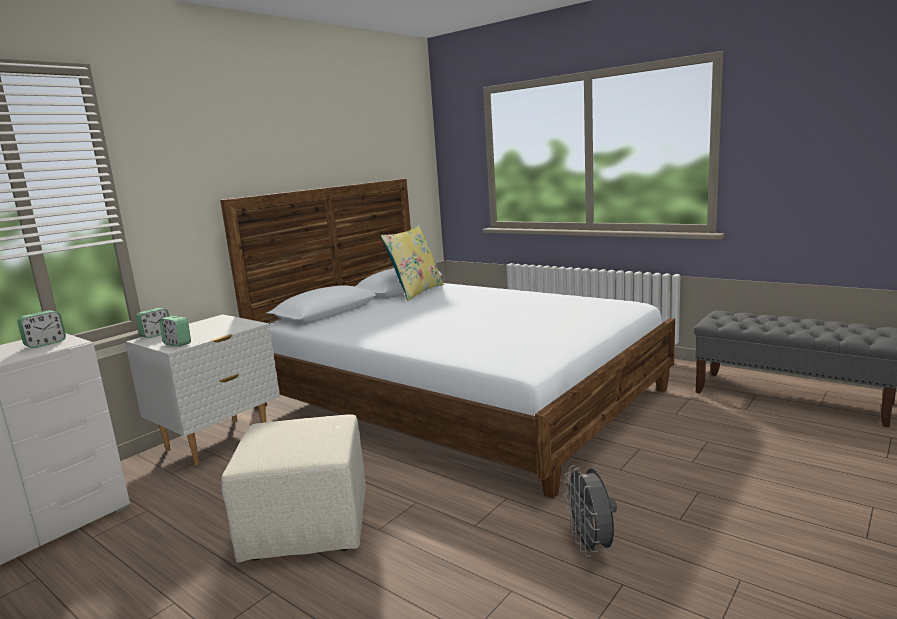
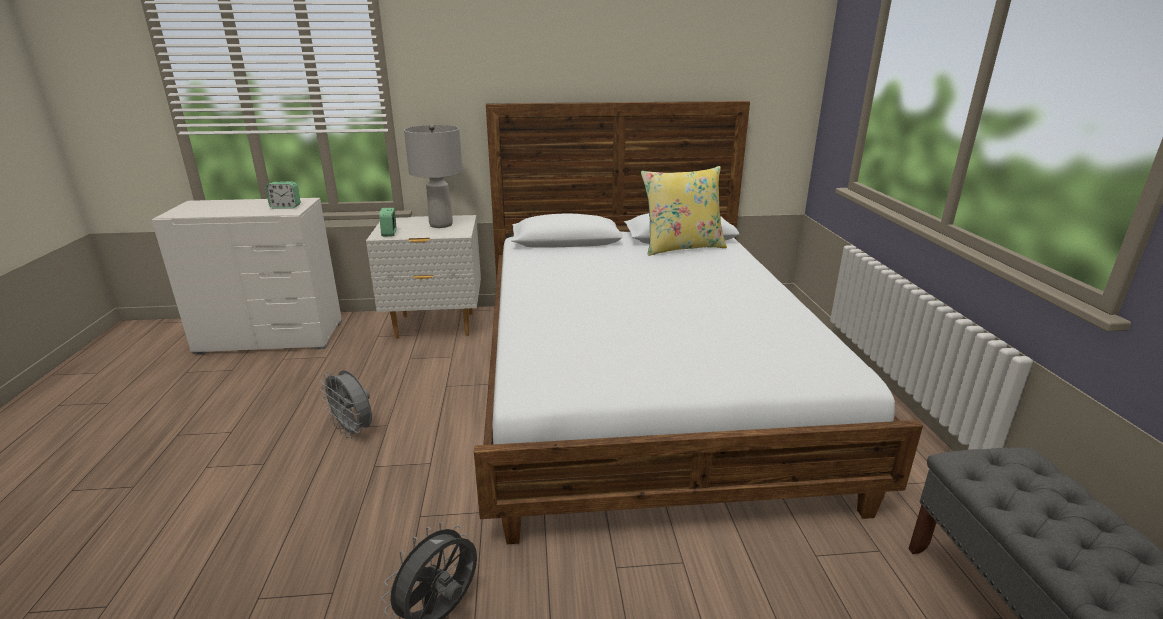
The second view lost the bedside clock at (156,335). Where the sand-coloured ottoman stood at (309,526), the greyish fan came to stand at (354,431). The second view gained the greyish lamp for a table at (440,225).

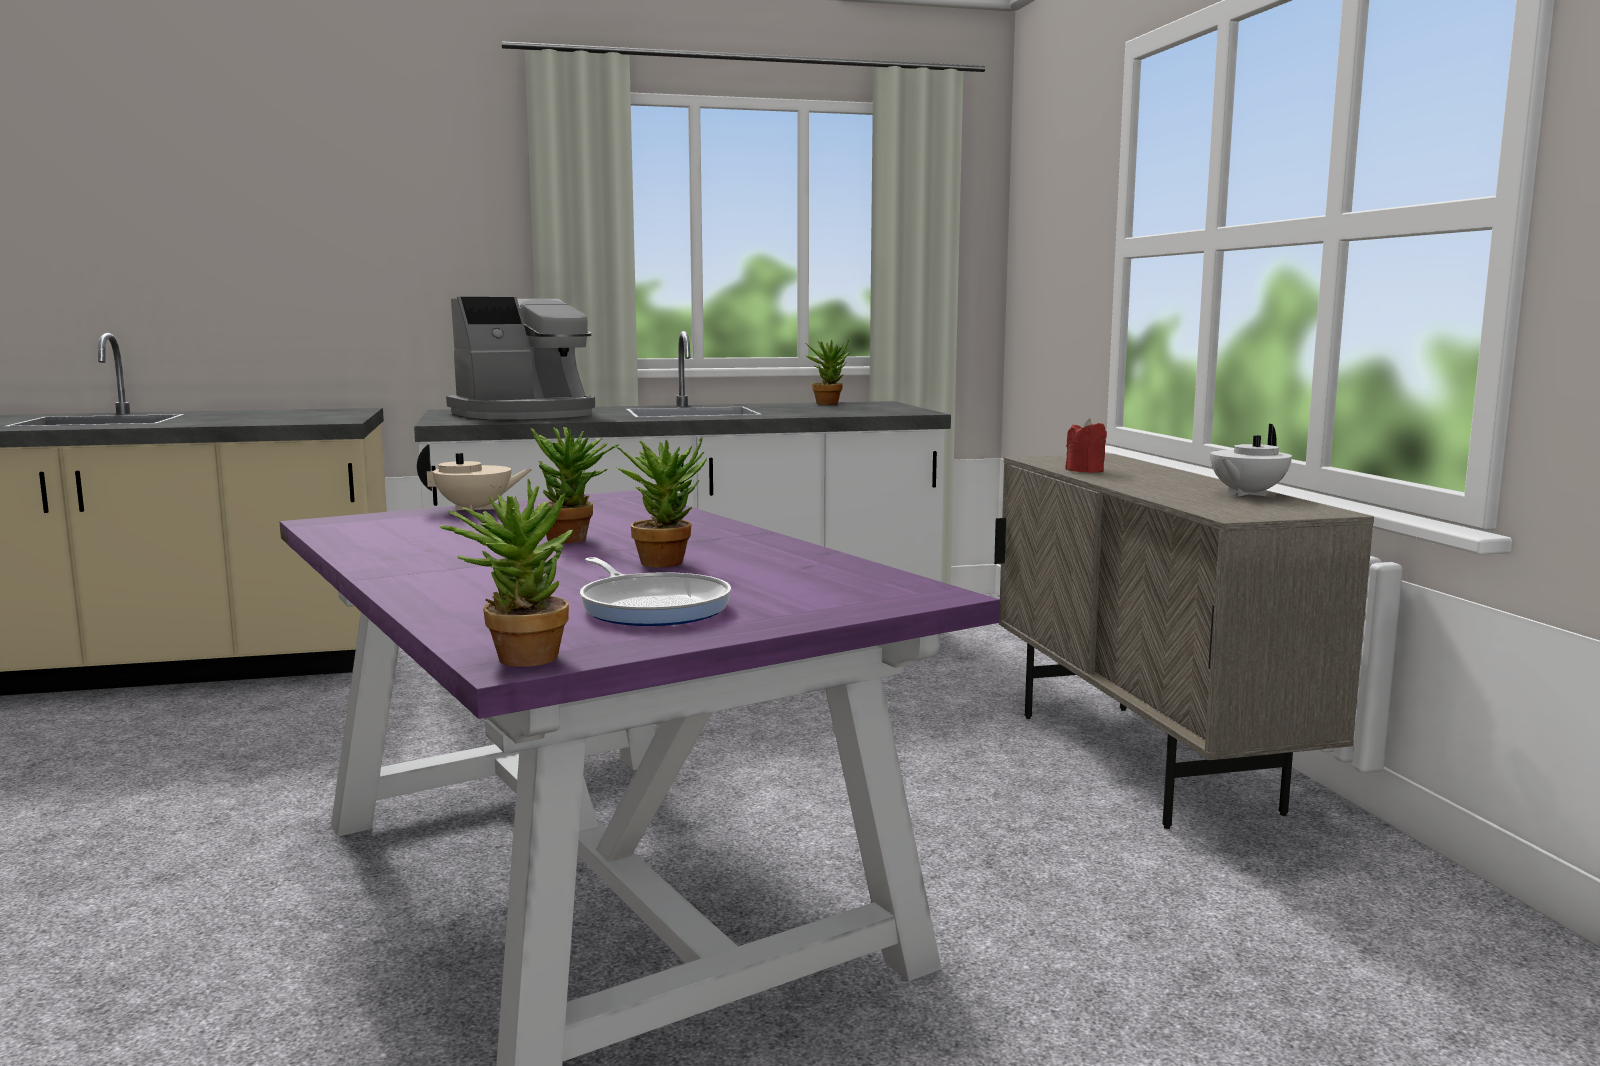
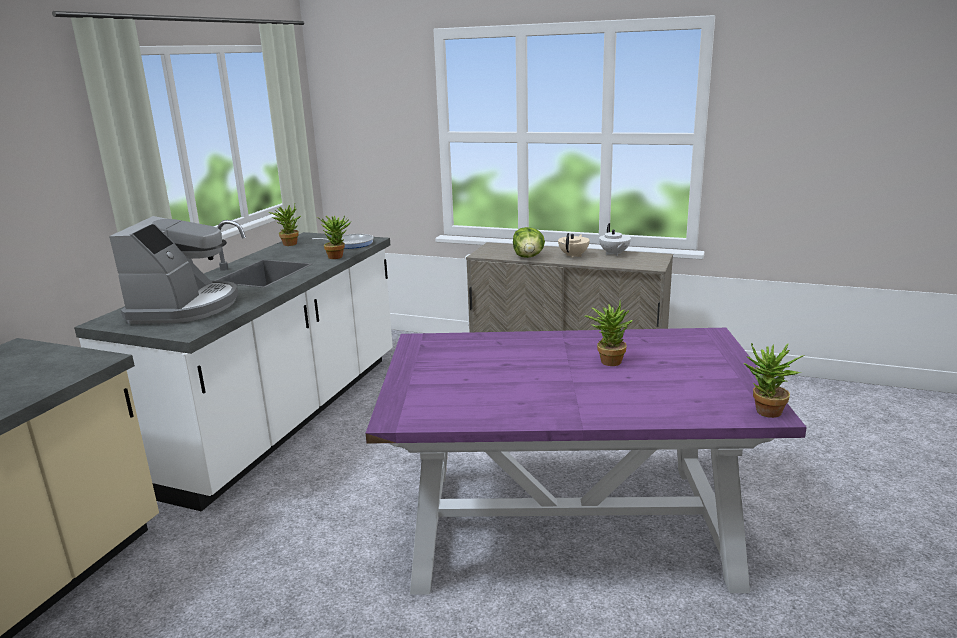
The sand-coloured tea pot ended up elsewhere, having gone from (475,509) to (574,256). The houseplant ended up elsewhere, having gone from (575,540) to (338,256). The skillet ended up elsewhere, having gone from (652,607) to (350,244). Where the reddish wax candle stood at (1085,471), the head of lettuce came to stand at (528,257).

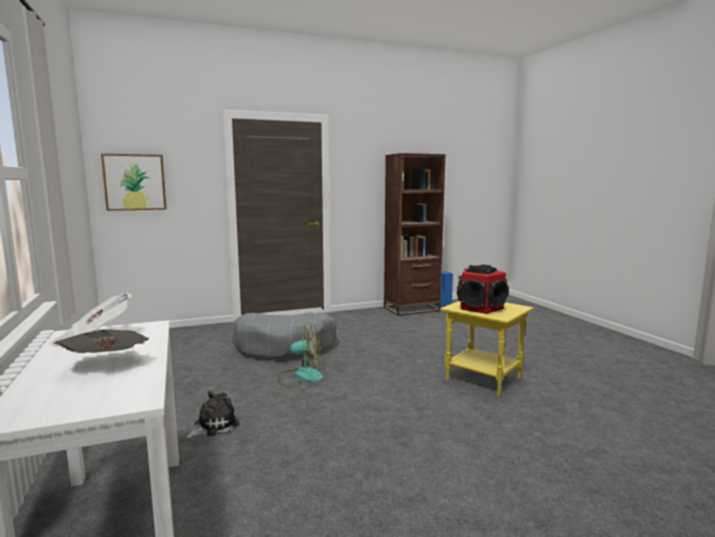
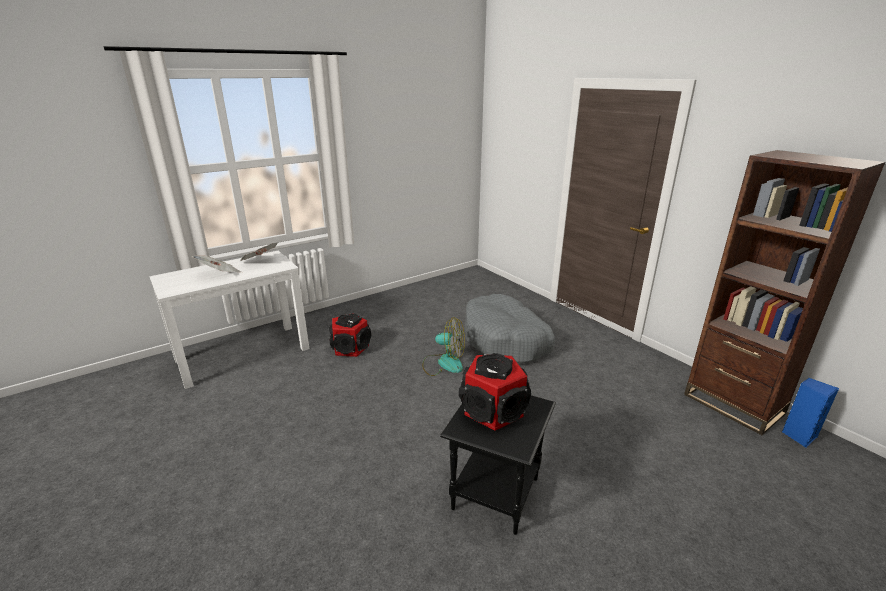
The second view lost the wall art at (135,182). Where the soft toy stood at (213,425), the audio speaker came to stand at (350,348). The fan at (301,376) ended up facing another way, 60 degrees counterclockwise from before. What was the yellow-coloured end table at (484,380) turned into the black-coloured end table at (495,494).

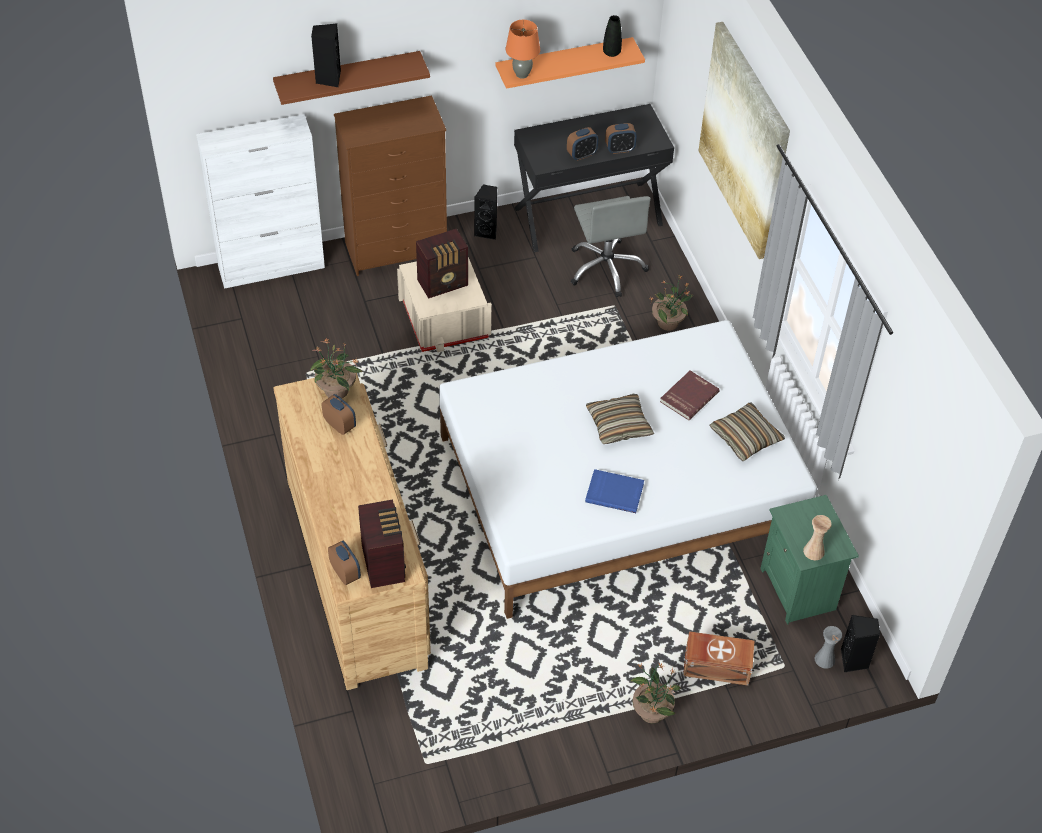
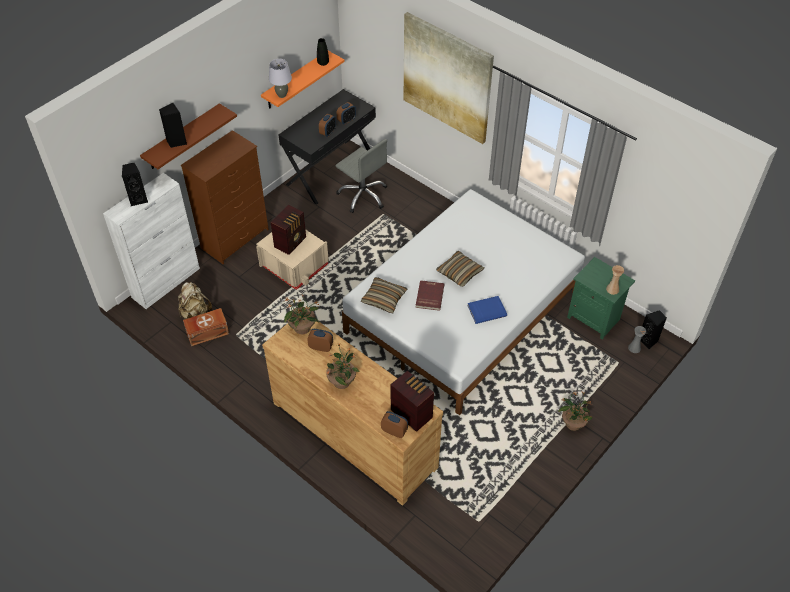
The black-coloured audio speaker ended up elsewhere, having gone from (487,231) to (138,199). What was the orangey lamp for a table at (522,74) turned into the greyish lamp for a table at (282,95). The houseplant ended up elsewhere, having gone from (668,322) to (342,381). The reddish volume ended up elsewhere, having gone from (688,396) to (429,296). The brownish storage box ended up elsewhere, having gone from (715,665) to (206,332). The throw pillow ended up elsewhere, having gone from (745,437) to (383,299). The second view gained the sand-coloured rucksack at (195,312).

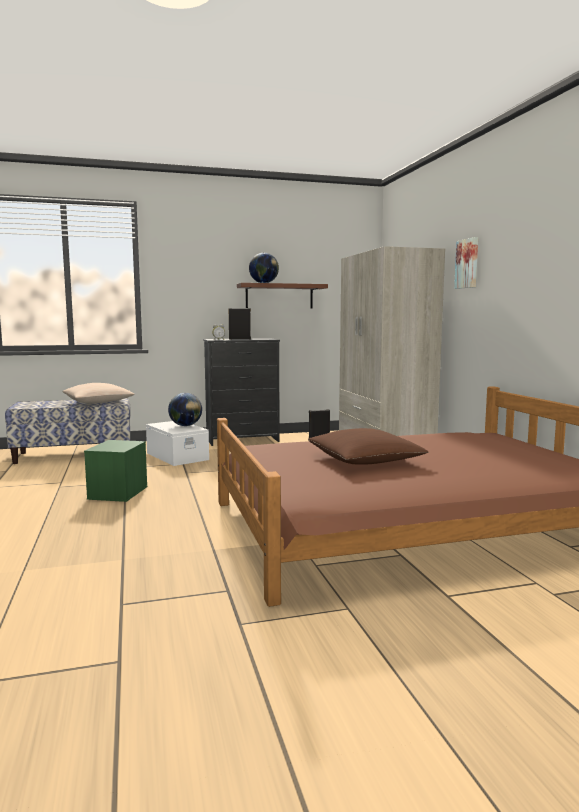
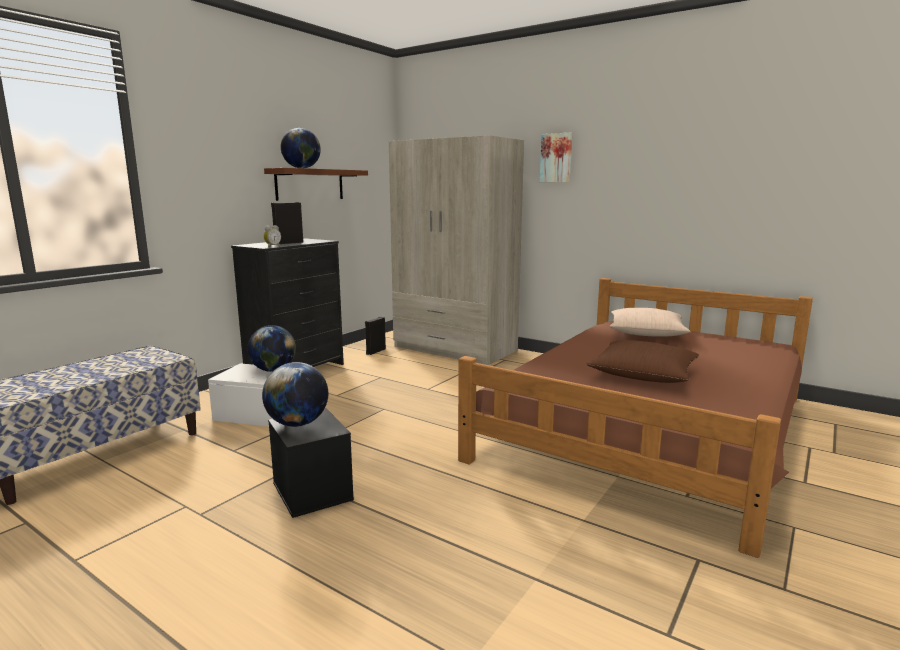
The sand-coloured throw pillow ended up elsewhere, having gone from (98,402) to (646,333). What was the green-coloured storage box at (118,493) turned into the black-coloured storage box at (313,491). The second view gained the globe at (297,424).

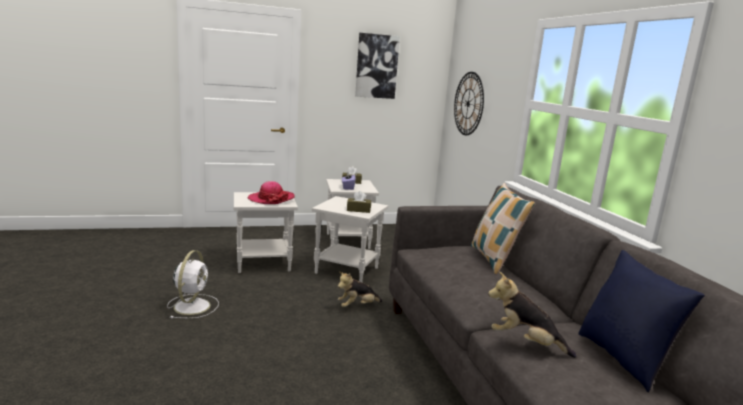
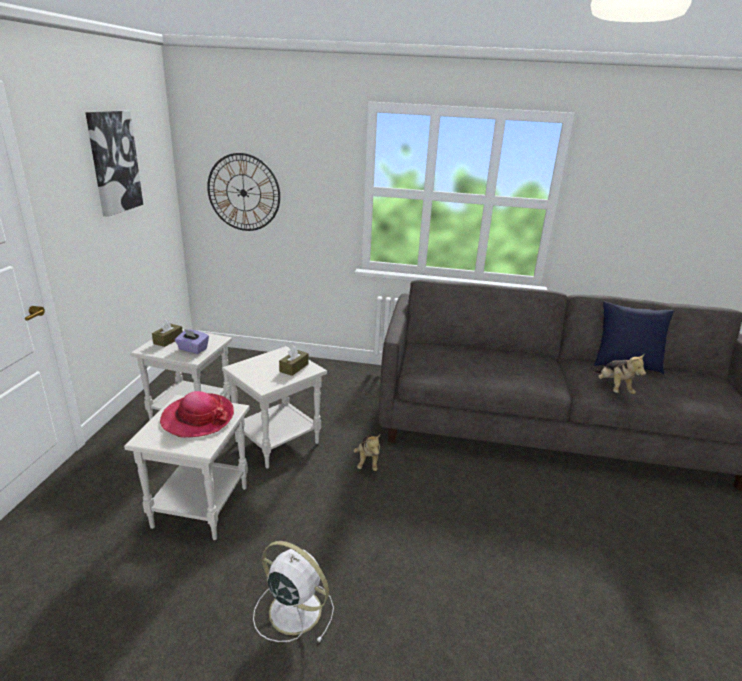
The second view lost the throw pillow at (494,260). The soft toy at (525,343) ended up facing another way, 60 degrees counterclockwise from before.

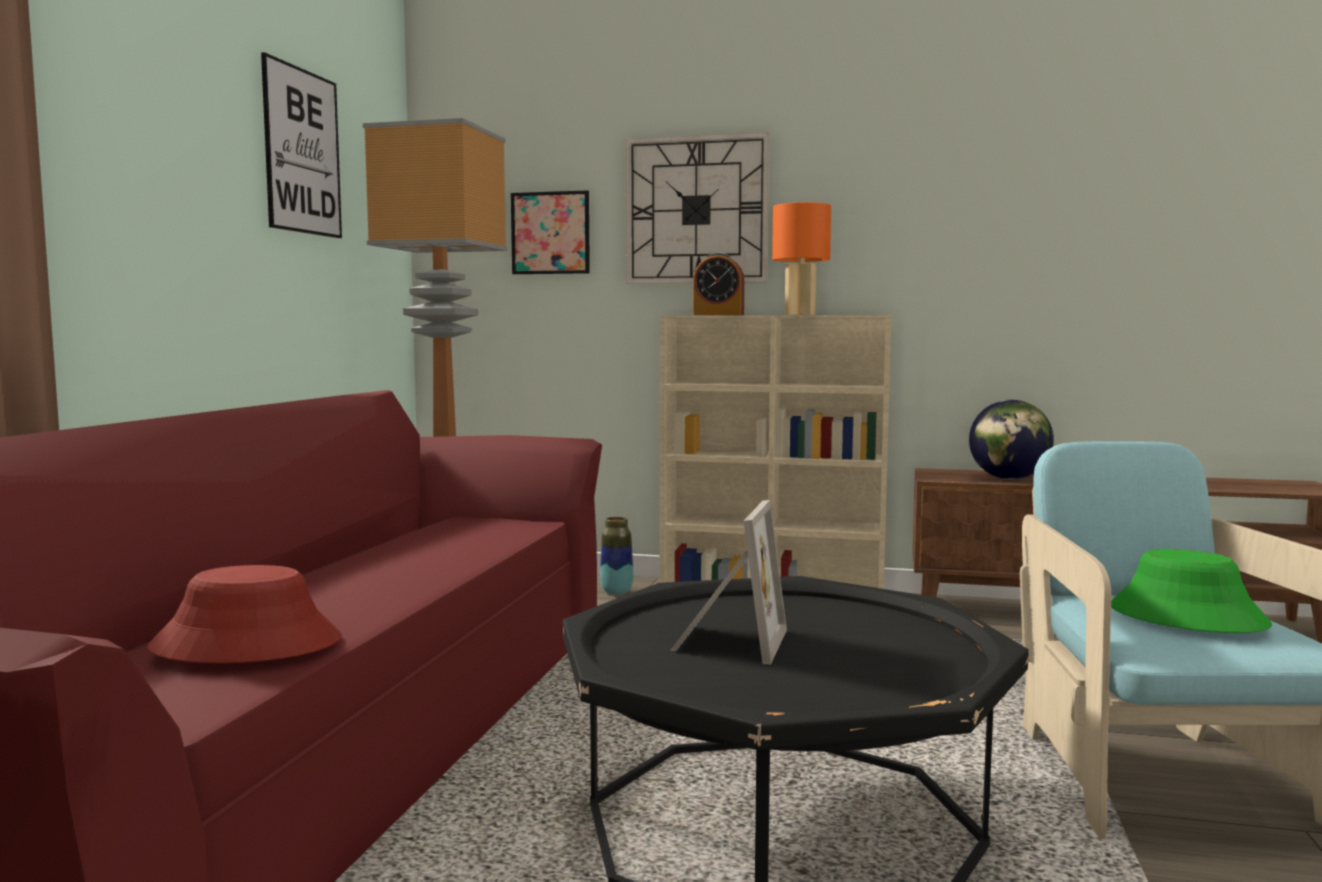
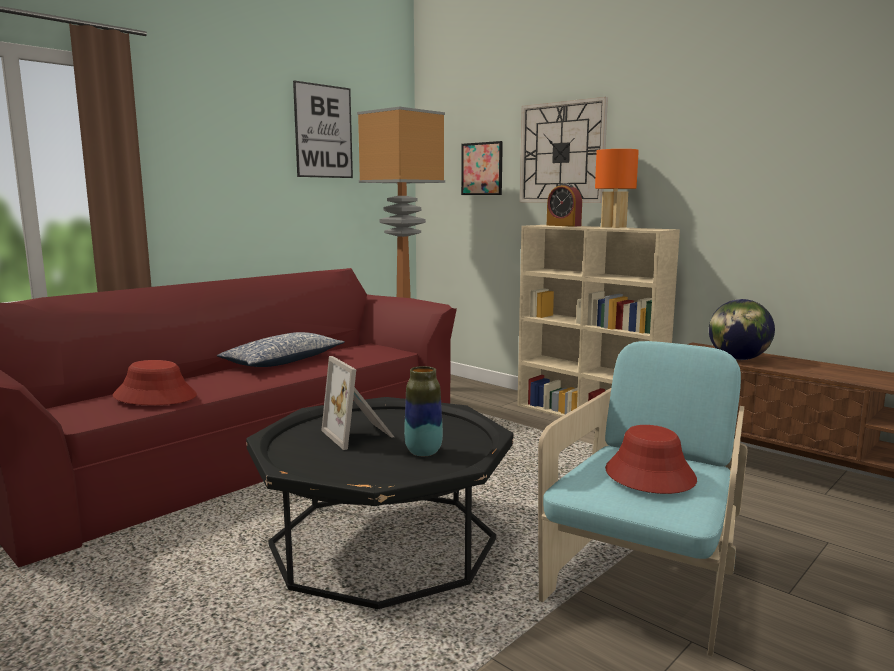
The decorative vase ended up elsewhere, having gone from (616,592) to (423,452). The picture frame at (726,642) ended up facing another way, 105 degrees clockwise from before. What was the green-coloured hat at (1186,617) turned into the reddish hat at (649,475). The second view gained the throw pillow at (282,362).

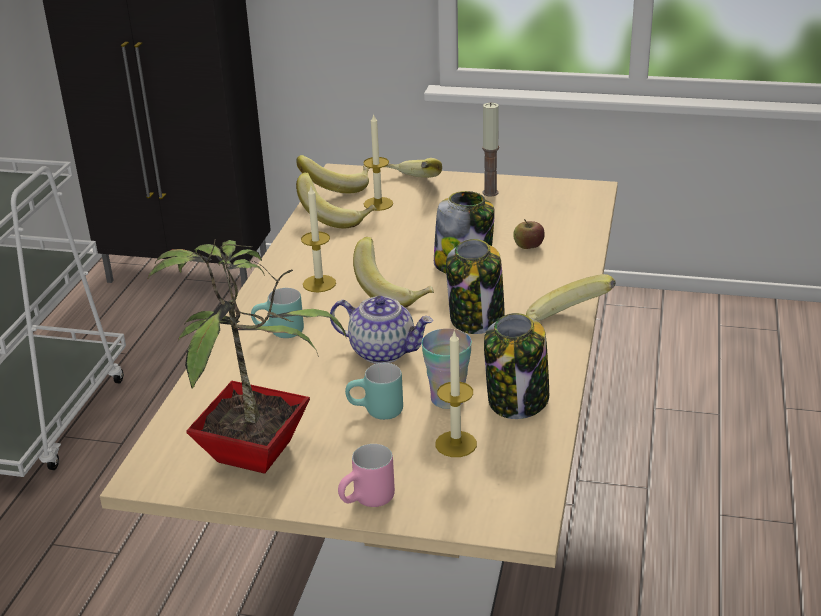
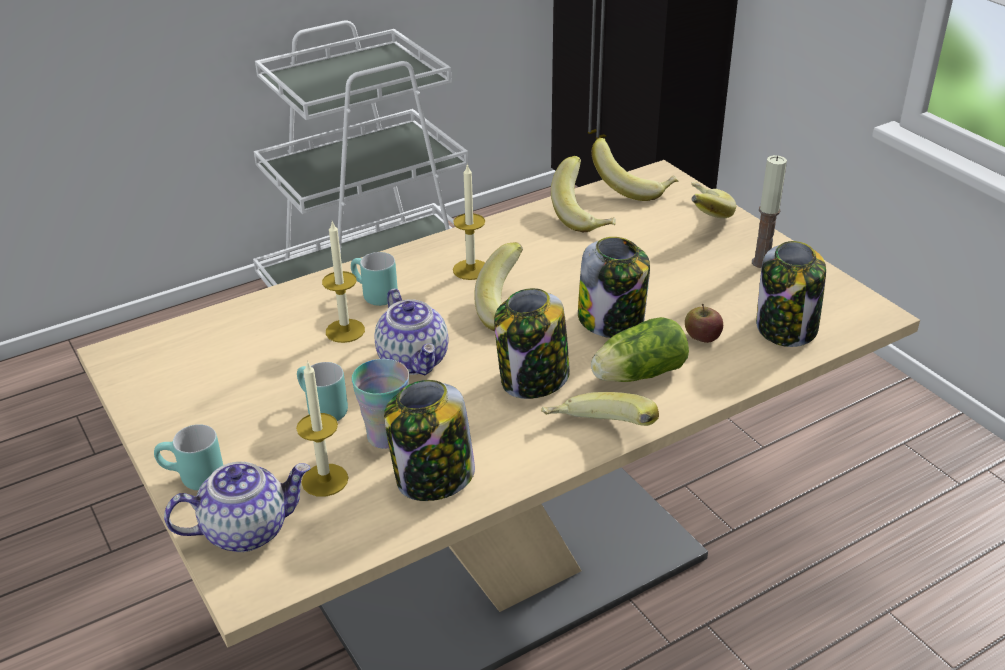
The second view lost the houseplant at (256,450). What was the pink-coloured coffee mug at (369,502) turned into the turquoise-coloured coffee mug at (192,480). The wax candle ended up elsewhere, having gone from (378,204) to (345,331). The second view gained the tea pot at (247,529). The second view gained the head of lettuce at (636,375). The second view gained the storage jar at (786,328).

